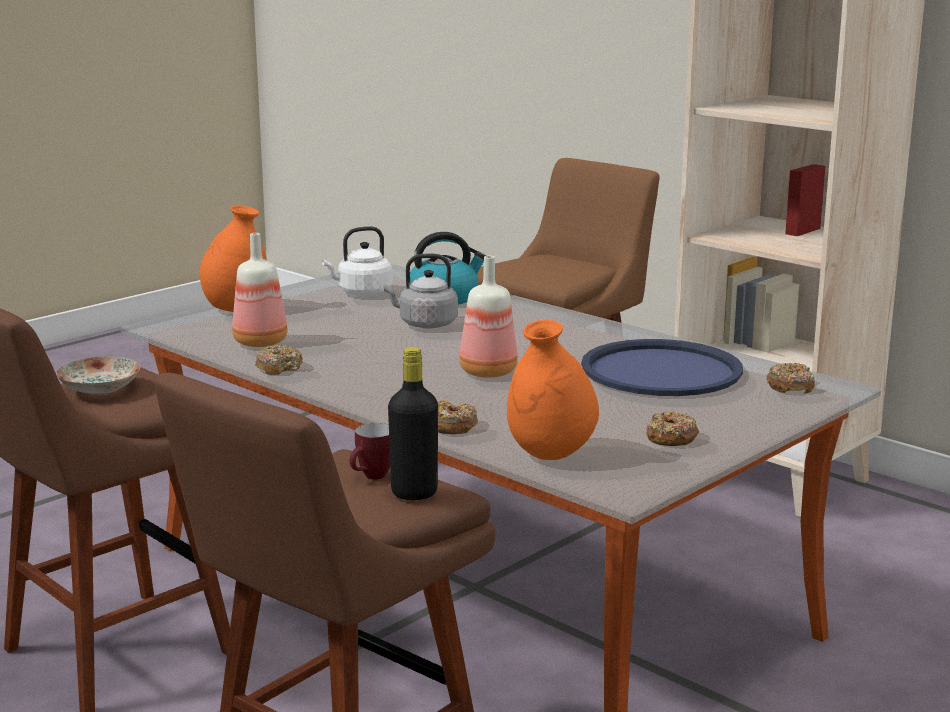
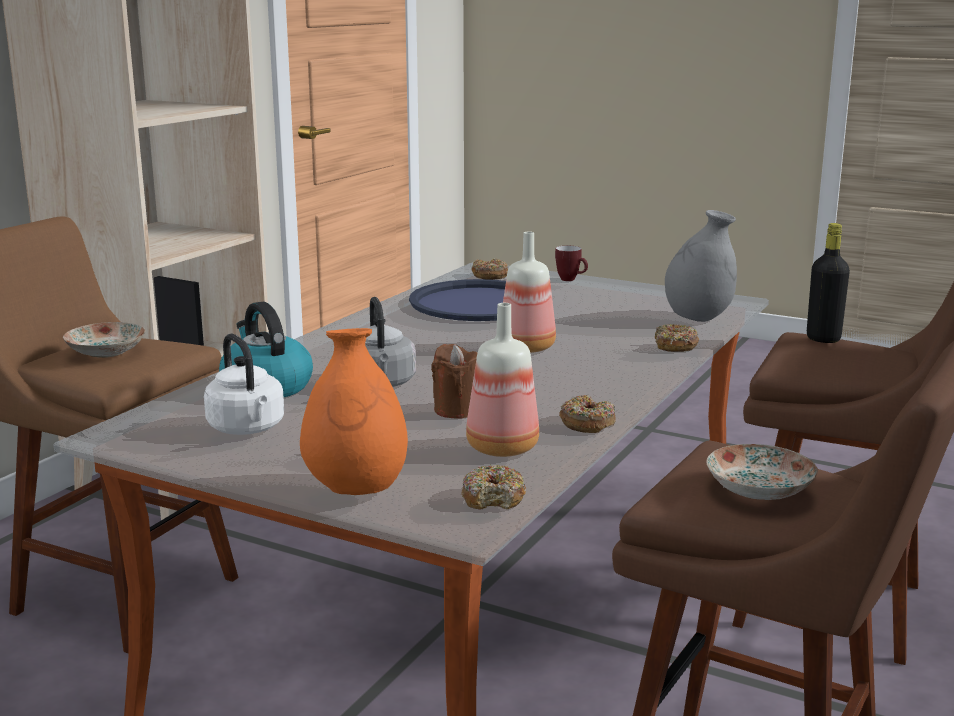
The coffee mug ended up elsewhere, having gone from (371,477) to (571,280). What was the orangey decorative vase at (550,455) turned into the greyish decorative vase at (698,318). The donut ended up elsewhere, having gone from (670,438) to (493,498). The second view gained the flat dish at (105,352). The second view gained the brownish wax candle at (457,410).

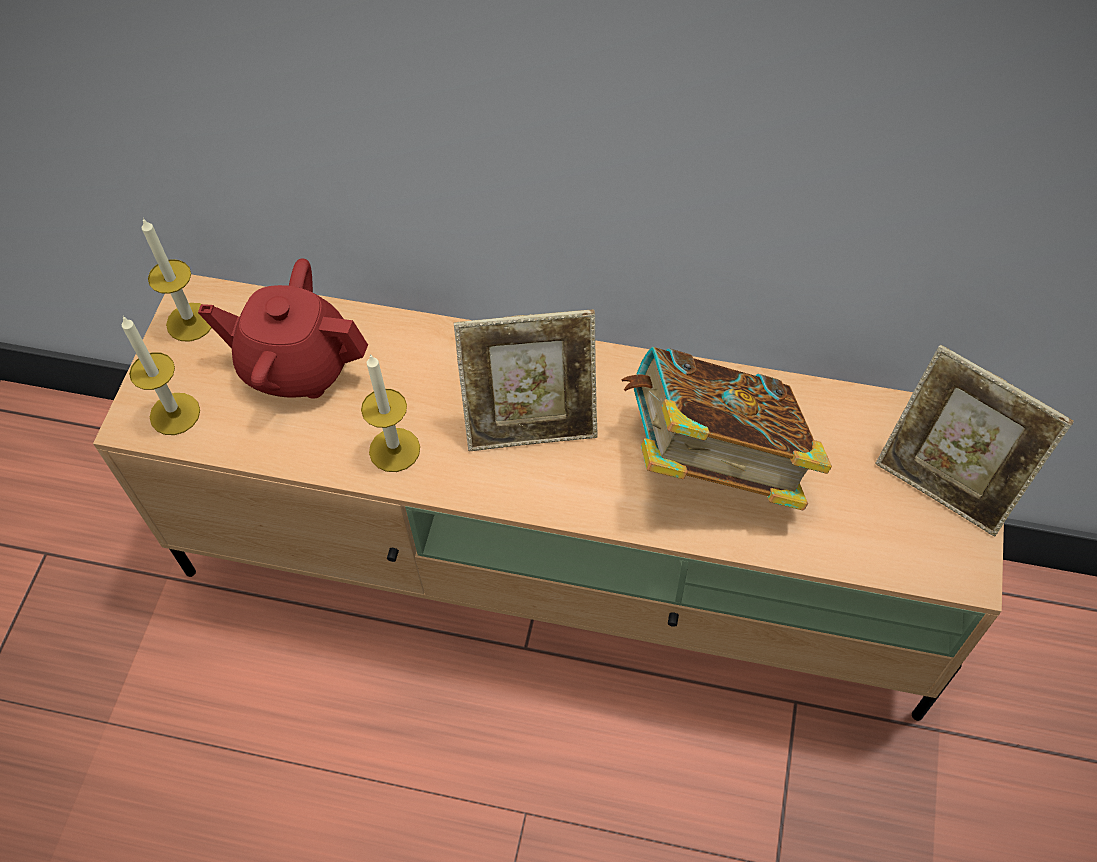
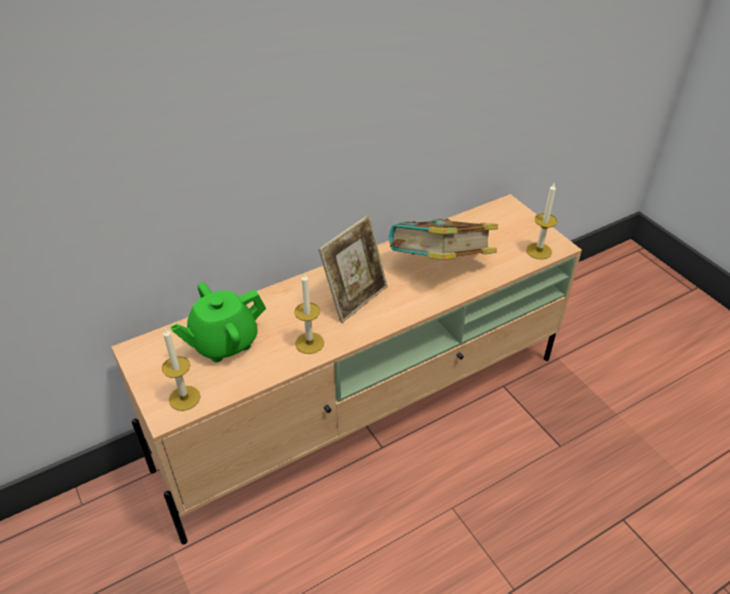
The wax candle ended up elsewhere, having gone from (190,322) to (539,251). What was the reddish tea pot at (297,365) turned into the green-coloured tea pot at (224,342). The second view lost the picture frame at (947,482).

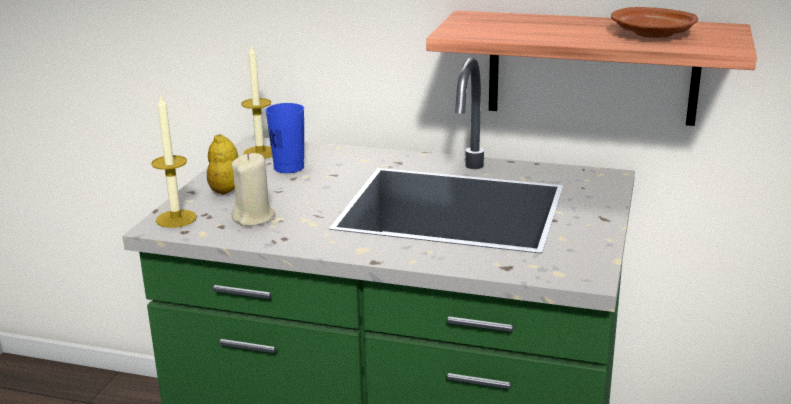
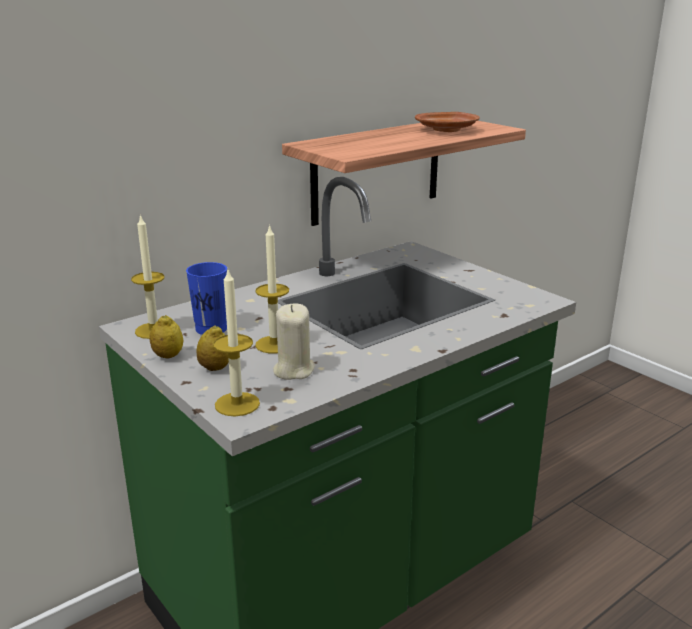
The second view gained the wax candle at (274,344).

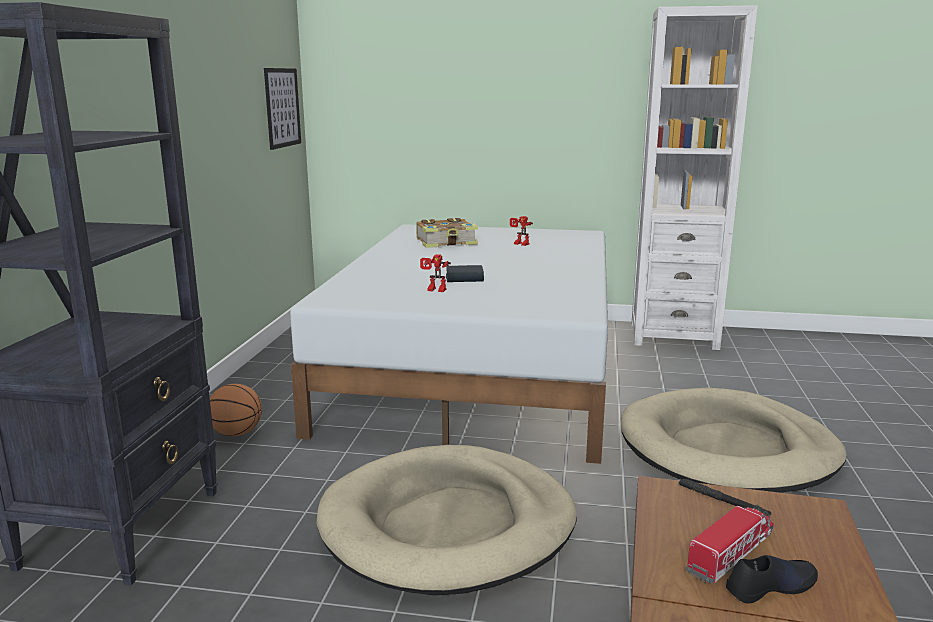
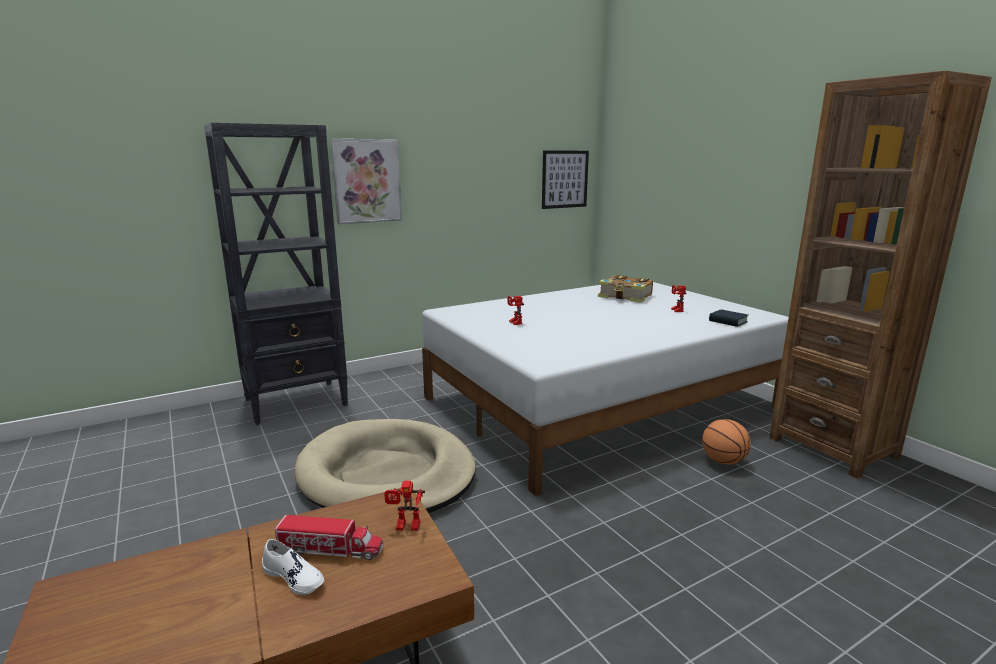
The basketball ball ended up elsewhere, having gone from (236,433) to (723,461). The volume ended up elsewhere, having gone from (464,278) to (728,321). The second view lost the sand-coloured dog bed at (727,449). What was the white-coloured bookshelf at (673,336) turned into the brownish bookshelf at (833,447). Where the black-coloured hand torch stood at (722,501), the model robot came to stand at (406,527). What was the black-coloured low shoe at (770,586) turned into the white-coloured low shoe at (294,577). The second view gained the wall art at (366,181).

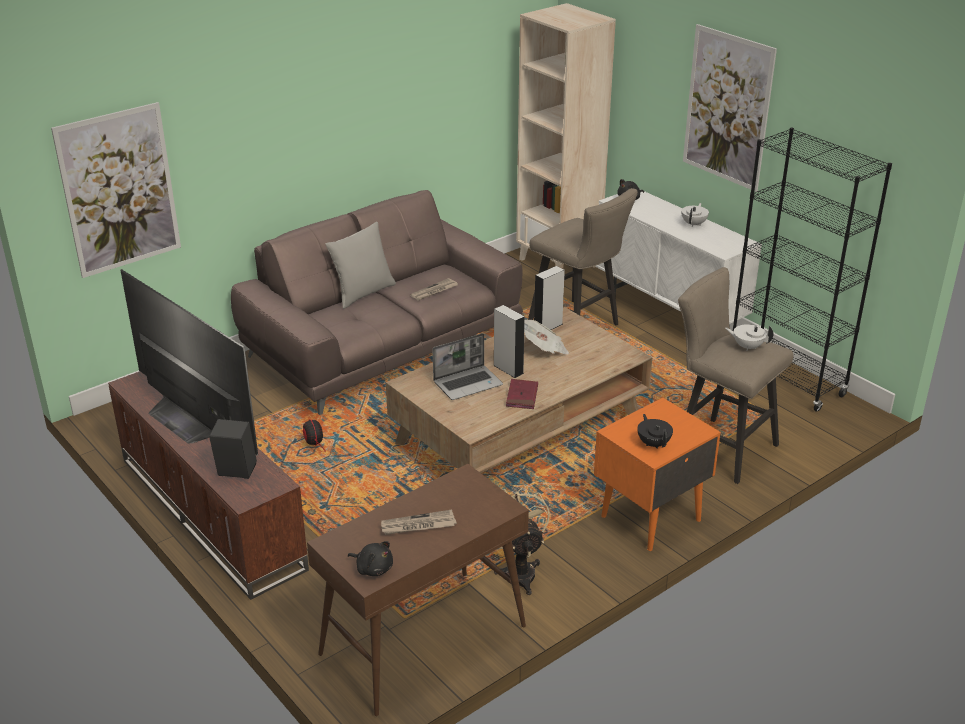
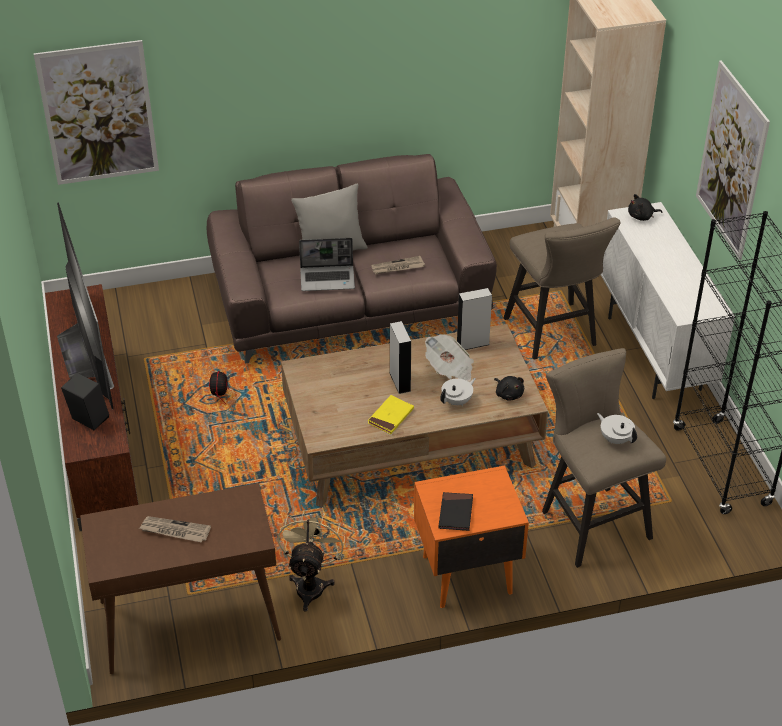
The black-coloured soft toy ended up elsewhere, having gone from (373,568) to (508,394). The notebook computer ended up elsewhere, having gone from (468,383) to (328,279). What was the reddish volume at (522,396) turned into the yellow-coloured volume at (390,416). Where the black-coloured tea pot stood at (653,443), the black-coloured volume came to stand at (455,513). The white-coloured tea pot ended up elsewhere, having gone from (694,224) to (457,401).

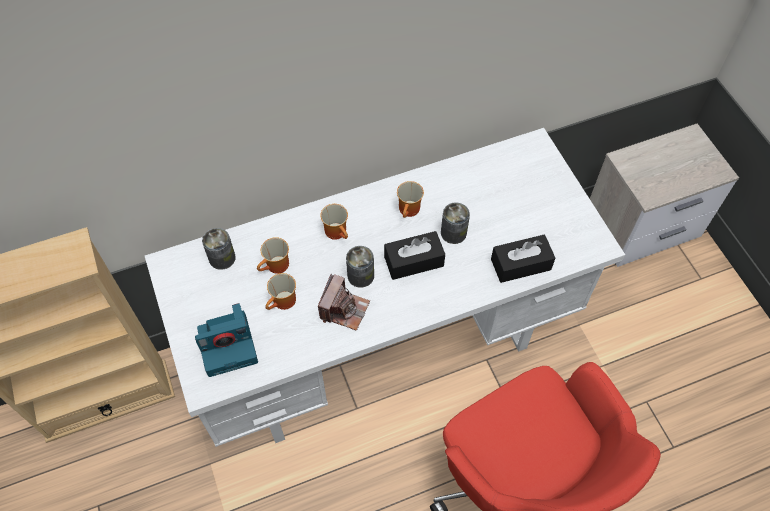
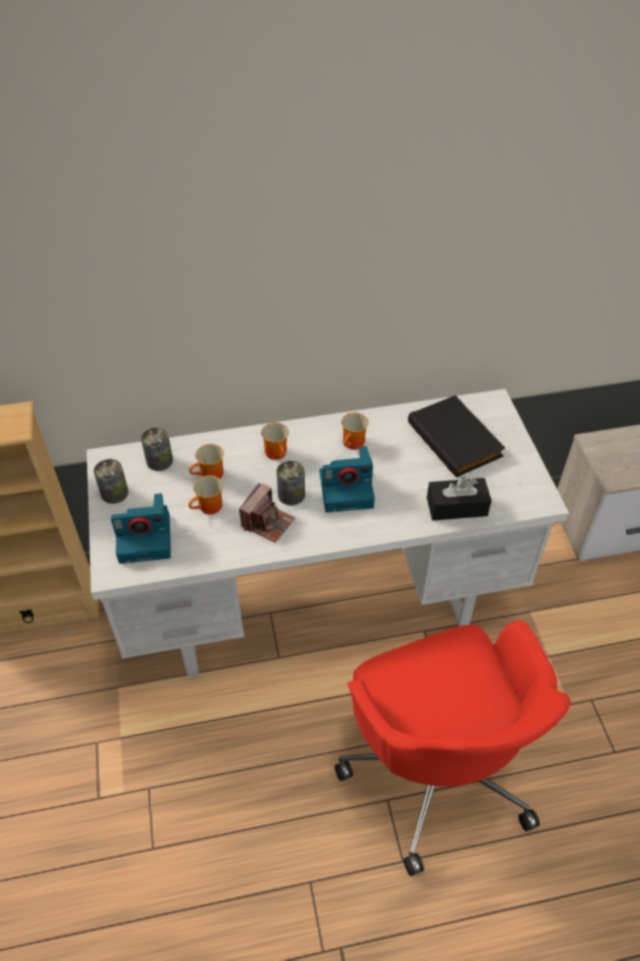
Where the black-coloured box of tissues stood at (413,261), the still camera came to stand at (347,489). The metal can ended up elsewhere, having gone from (453,232) to (114,493). The second view gained the black-coloured volume at (456,439).

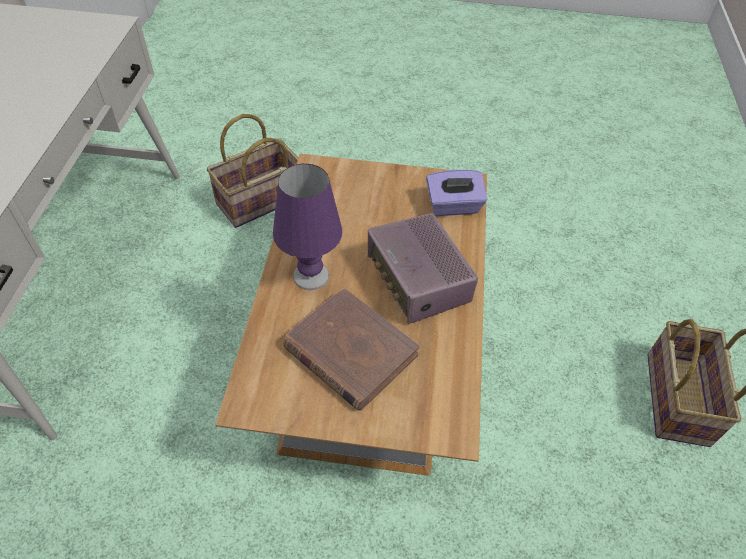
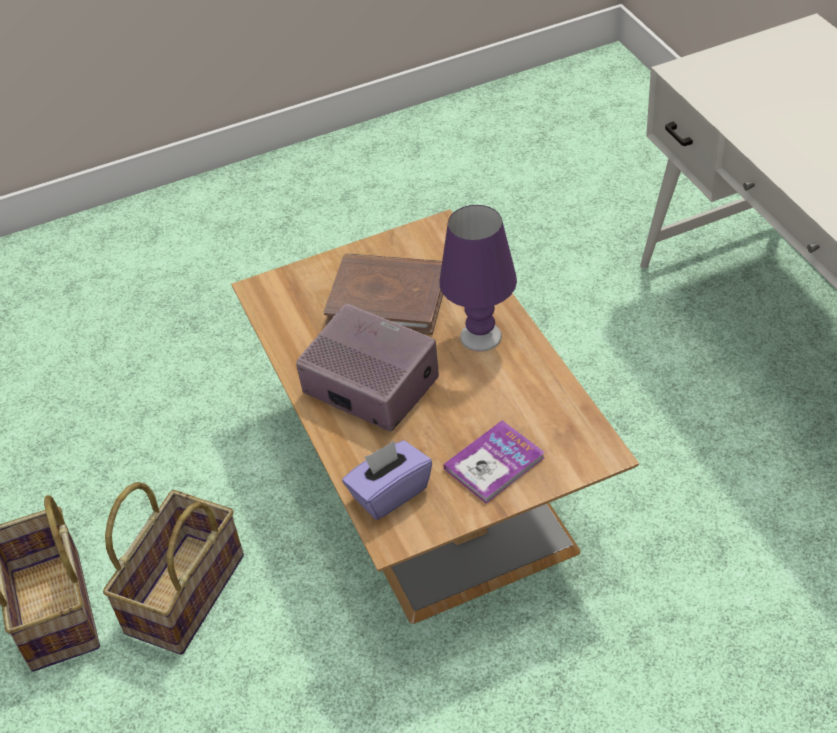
The household basket ended up elsewhere, having gone from (260,201) to (183,592). The second view gained the volume at (494,463).

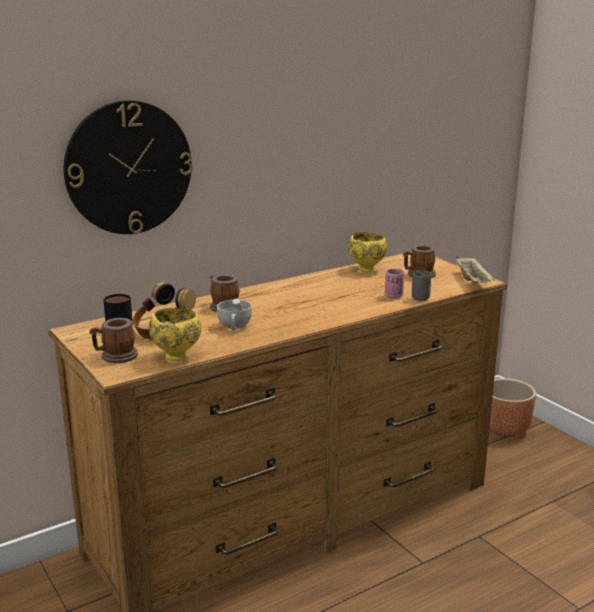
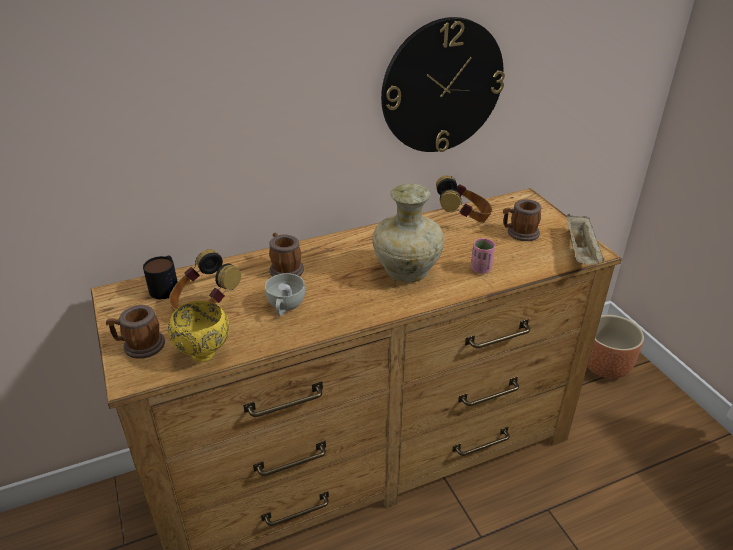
The clock on the wall ended up elsewhere, having gone from (128,168) to (442,87). Where the yellow-coloured bowl stood at (367,269), the headphones came to stand at (463,218). The second view lost the greyish cup at (420,298). The second view gained the sand-coloured decorative vase at (406,271).

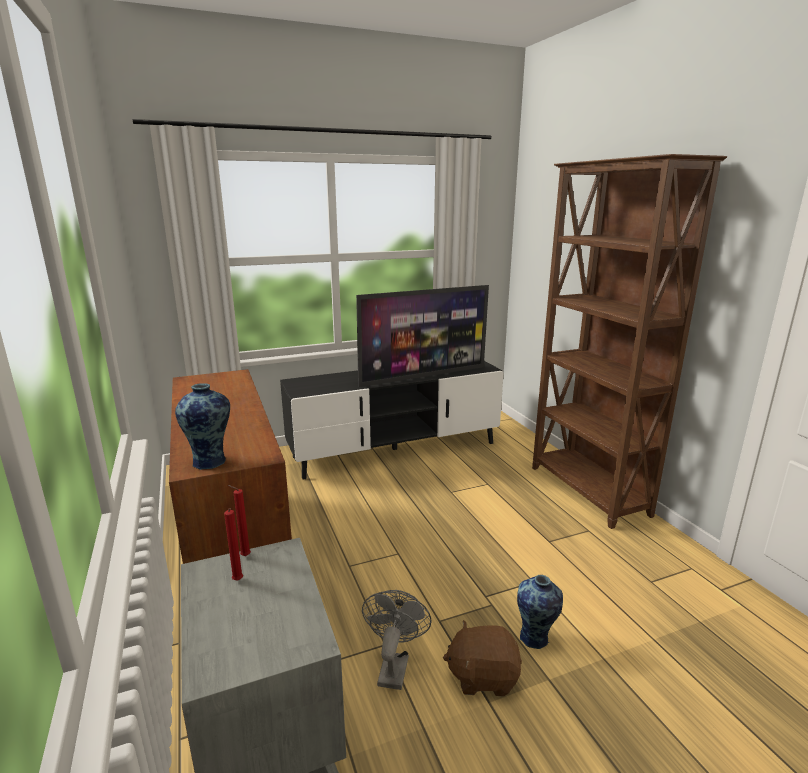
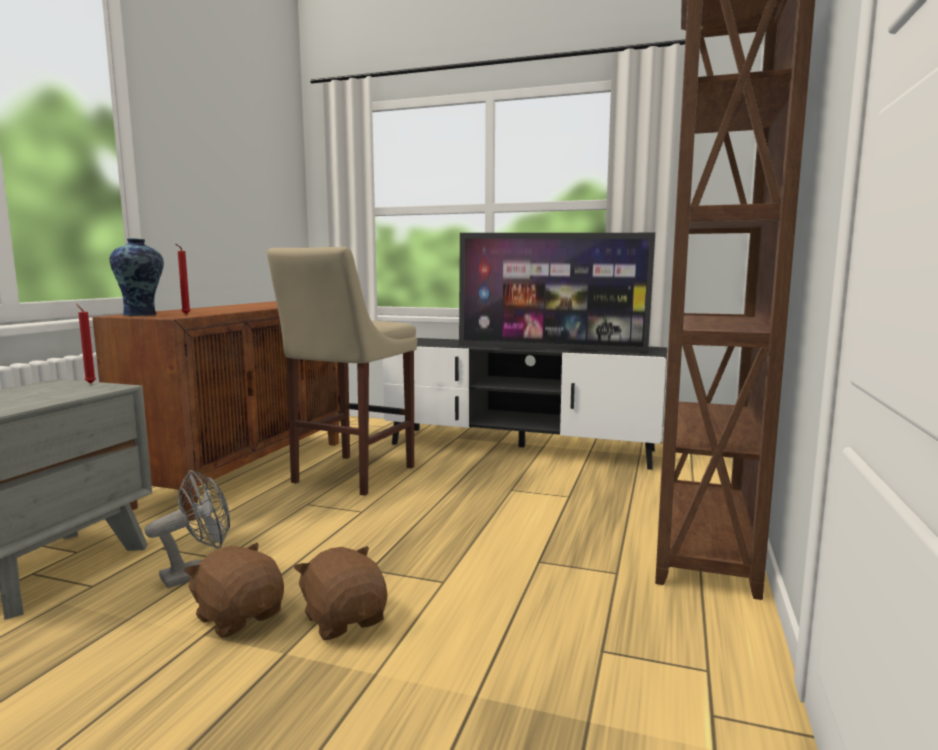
The reddish wax candle ended up elsewhere, having gone from (238,581) to (185,314). Where the decorative vase stood at (535,638), the brownish soft toy came to stand at (345,619). The second view gained the sand-coloured sitting stool at (350,476).

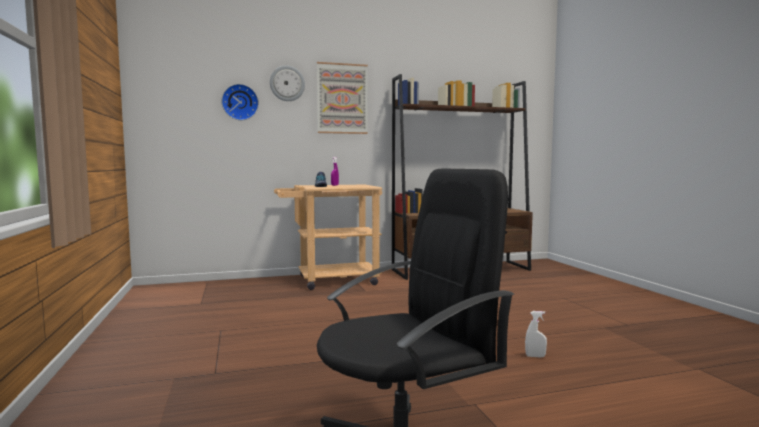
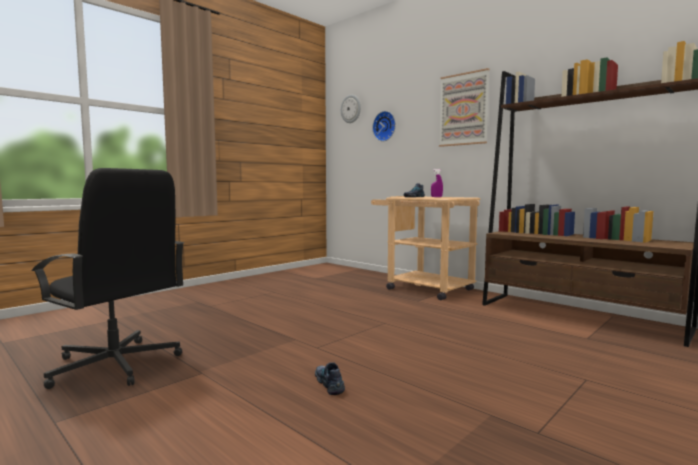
The clock on the wall ended up elsewhere, having gone from (287,83) to (351,109). Where the white-coloured sprayer stood at (535,356), the low shoe came to stand at (330,384).

